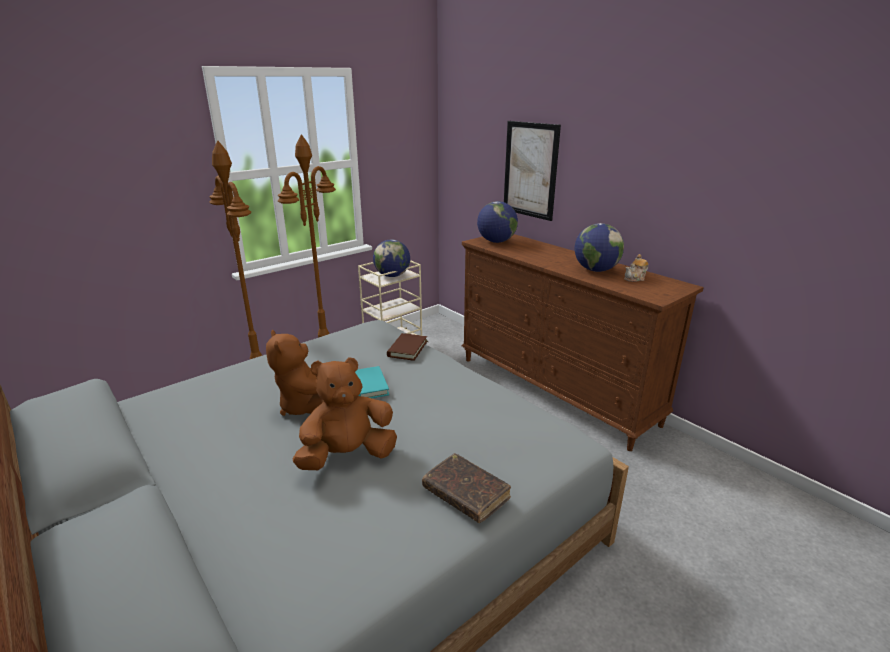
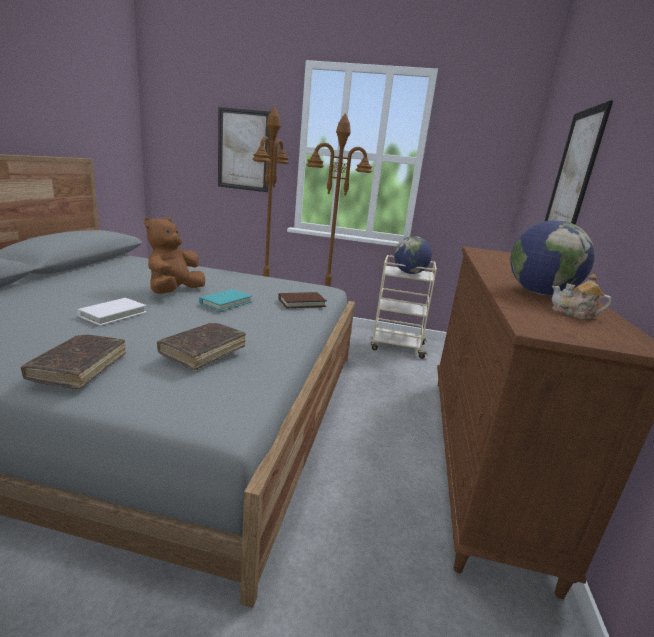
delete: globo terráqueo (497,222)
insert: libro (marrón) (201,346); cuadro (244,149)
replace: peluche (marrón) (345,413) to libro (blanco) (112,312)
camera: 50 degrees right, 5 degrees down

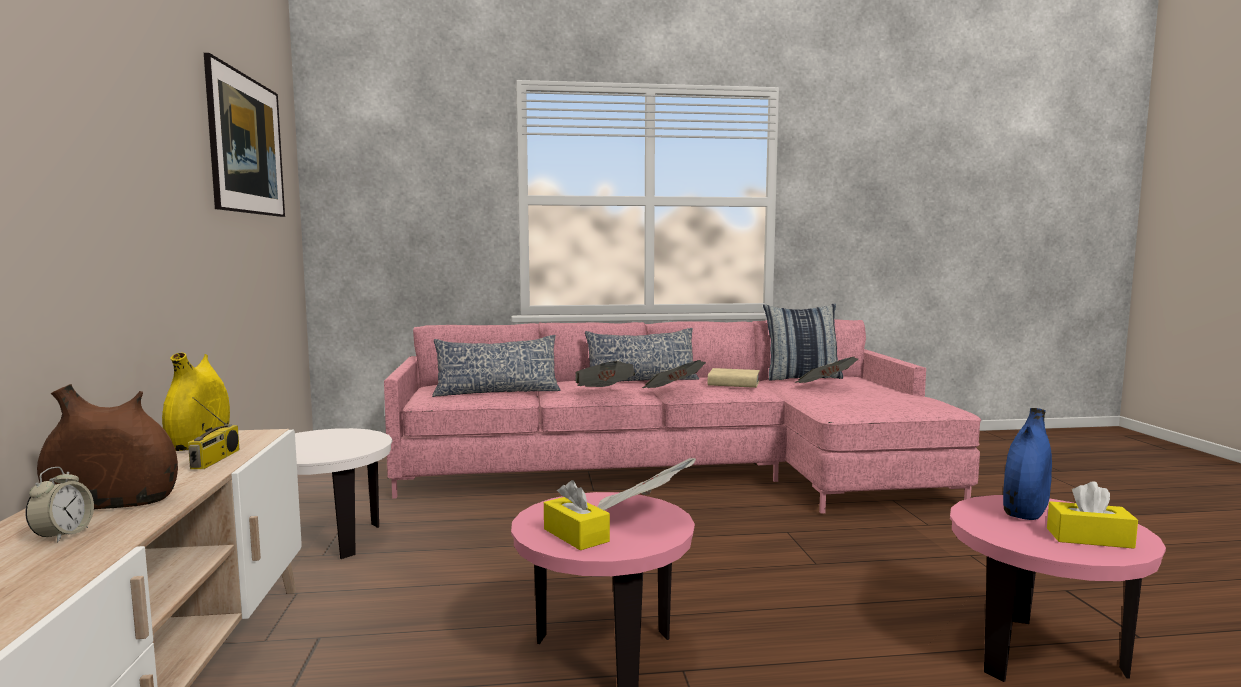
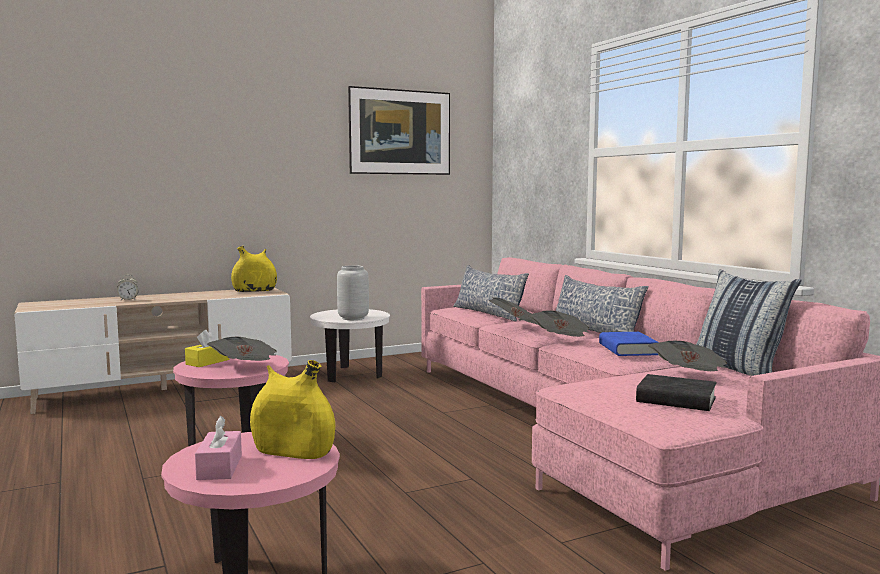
delete: florero (marrón) (107,446); radio (214,433)
insert: florero (gris) (353,292); libro (negro) (676,392)
recolor: libro (beis) (734,378) to libro (azul) (629,344); florero (azul) (1027,464) to florero (amarillo) (292,409); caja de pañuelos (amarillo) (1092,515) to caja de pañuelos (rosa) (218,448)
camera: 70 degrees right, 0 degrees up

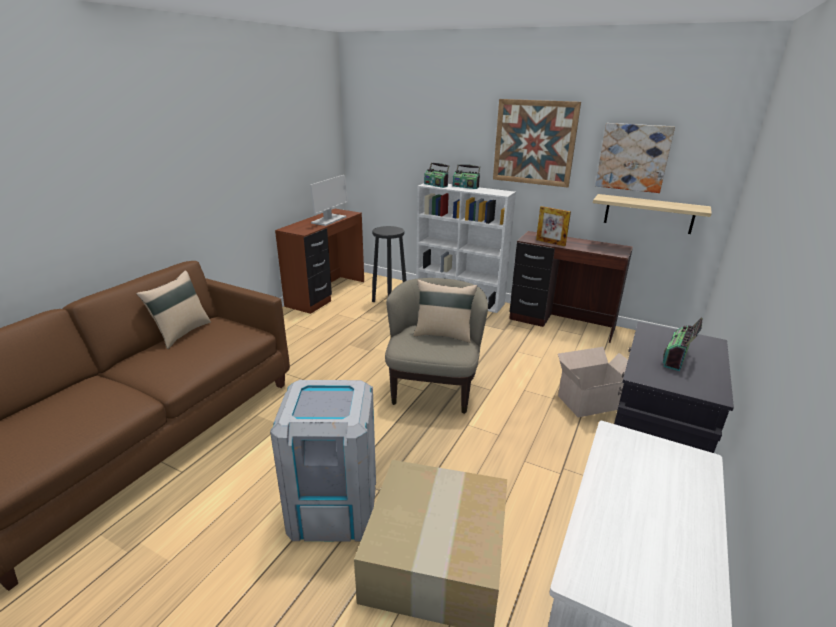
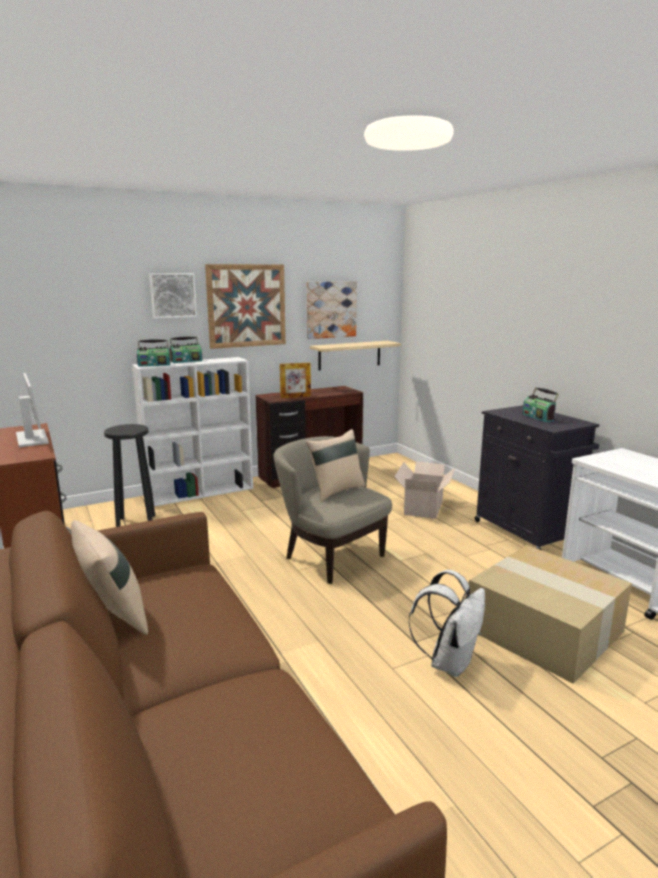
insert: cuadro (173,296)
replace: papelera (gris) (323,460) to mochila (blanco) (446,623)
camera: 55 degrees left, 10 degrees down

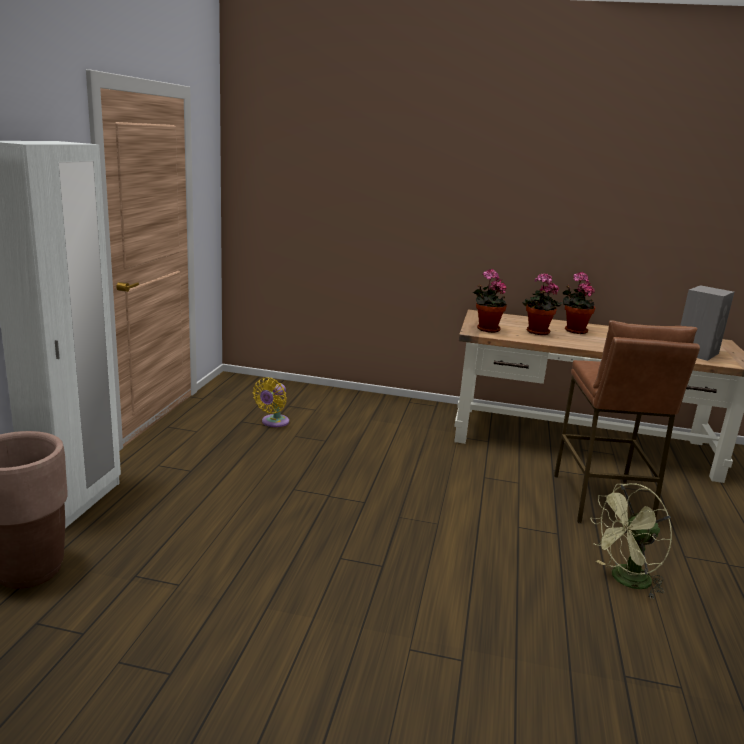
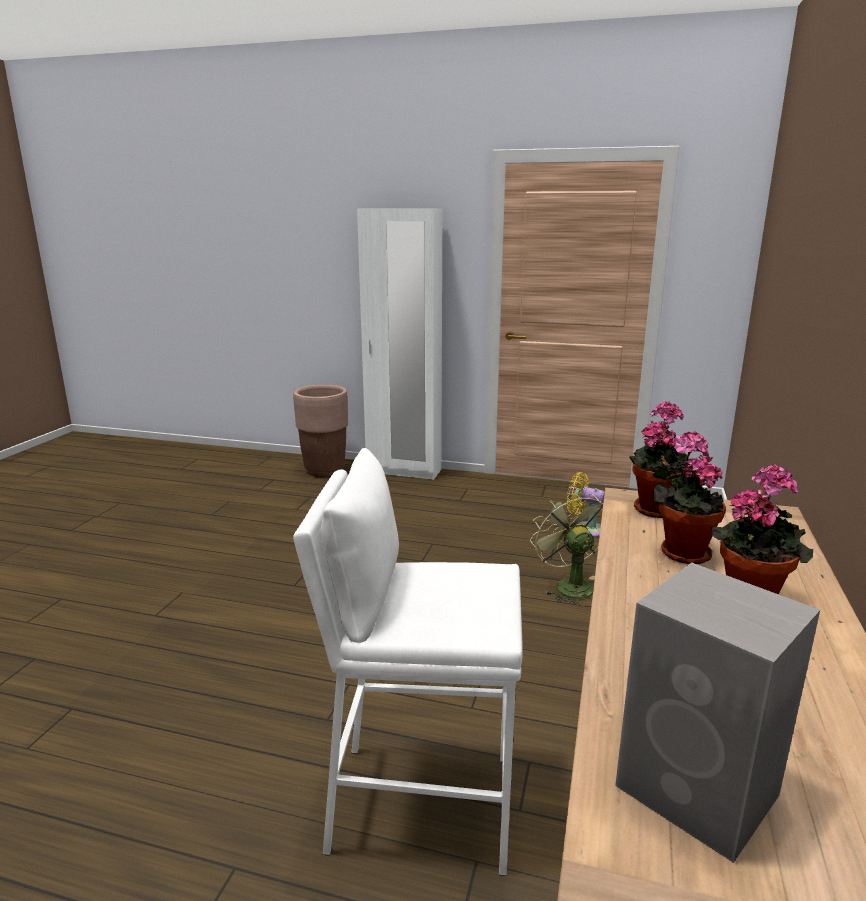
move: ventilador (verde) (631,540) to (566,548)
recolor: taburete (marrón) (627,421) to taburete (blanco) (408,662)
camera: 95 degrees right, 0 degrees up

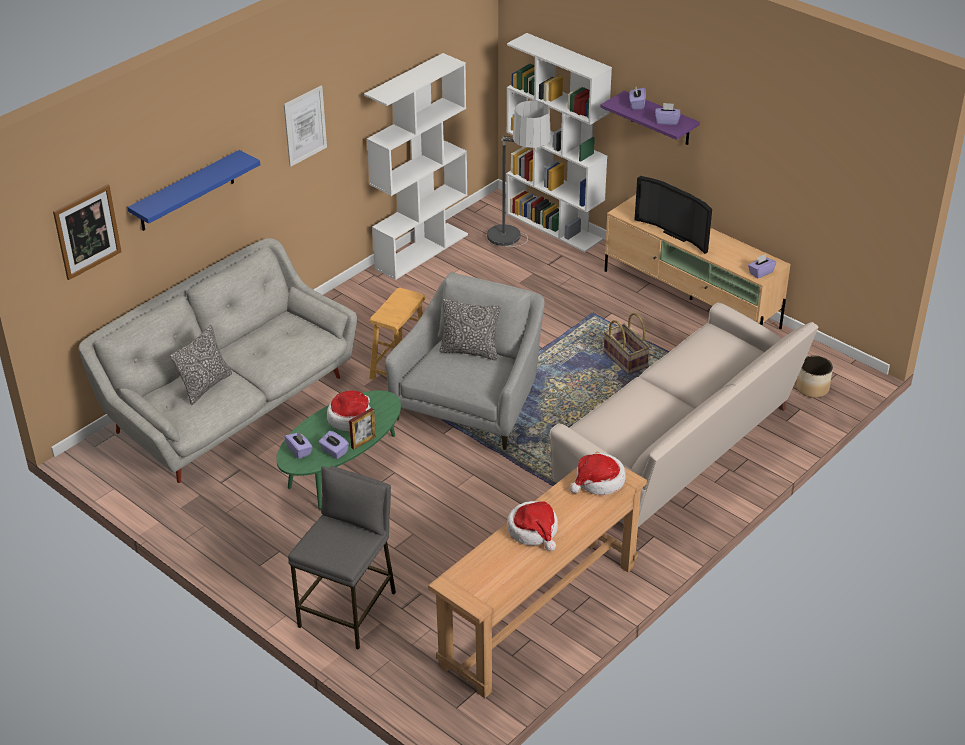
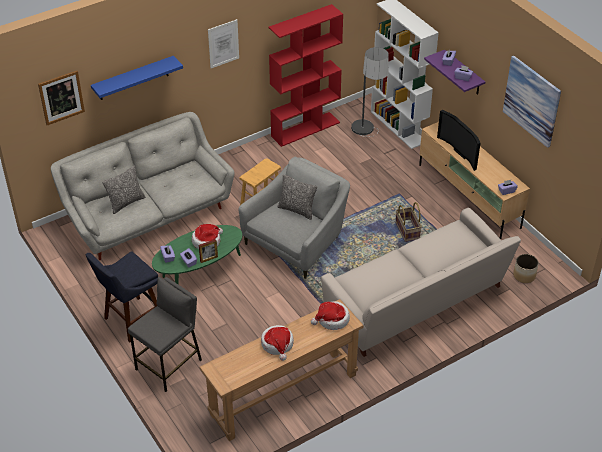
insert: taburete (azul) (122,297); cuadro (532,101)
recolor: estantería (blanco) (416,166) to estantería (rojo) (305,75)
camera: 15 degrees right, 5 degrees up

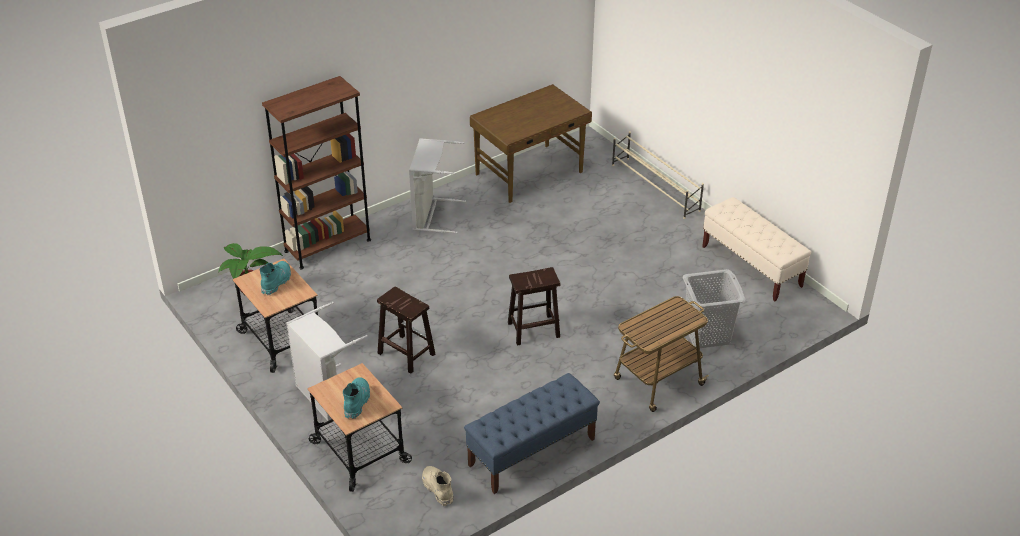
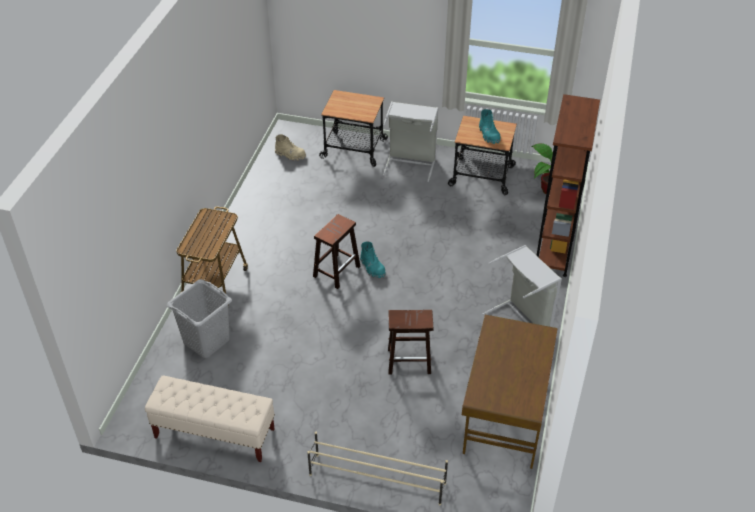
delete: banco (azul) (532,433)
move: bota (turquesa) (356,398) to (373,260); taburete (marrón) (406,330) to (410,342)
camera: 140 degrees right, 5 degrees up

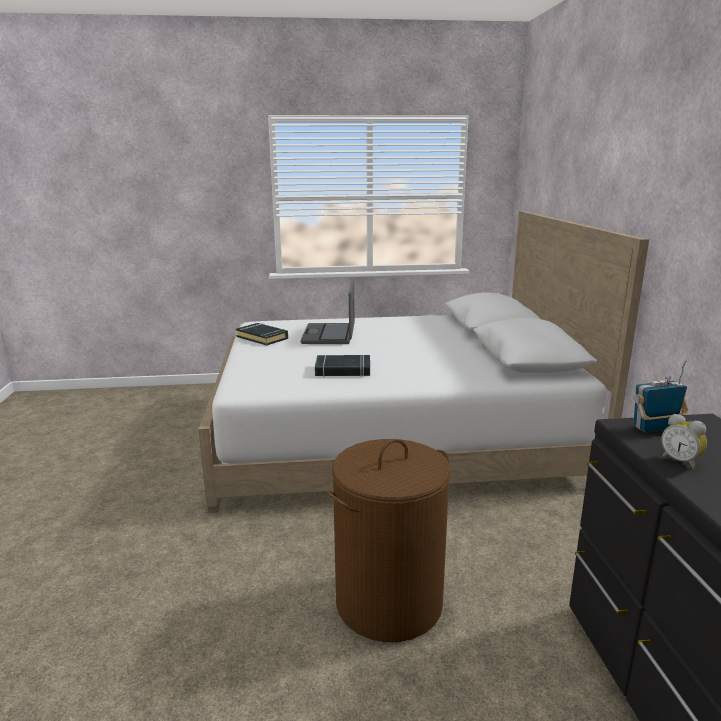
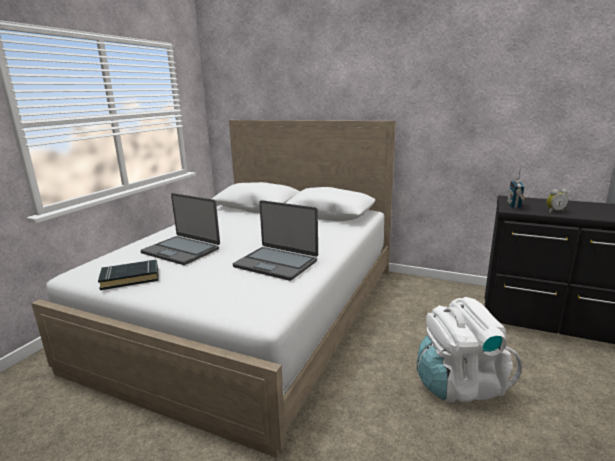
replace: libro (negro) (342,366) to portátil (275,240); cesto de la ropa (marrón) (389,540) to mochila (blanco) (469,349)
camera: 60 degrees left, 0 degrees up

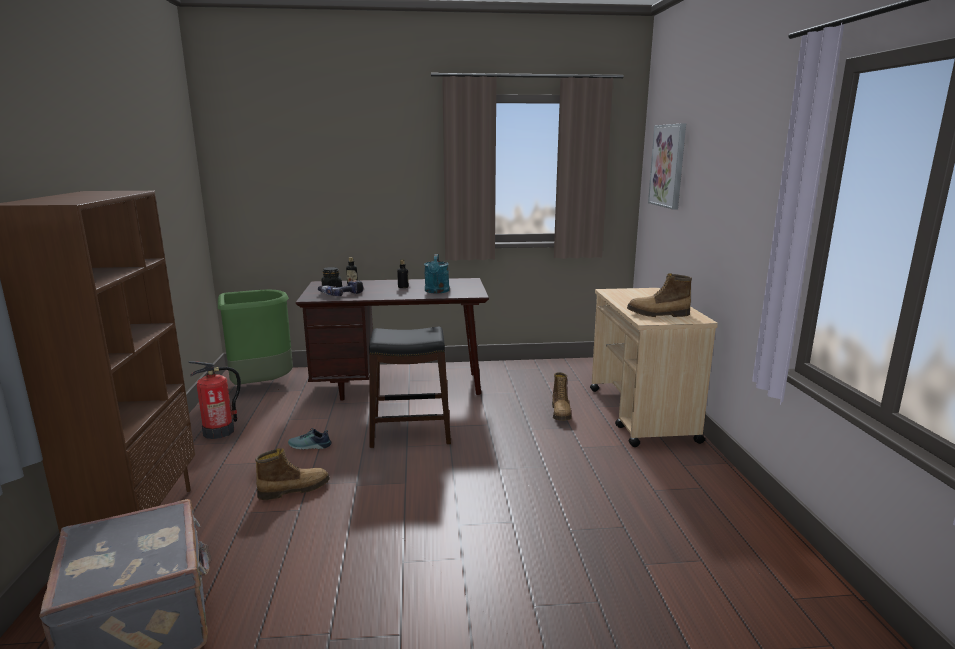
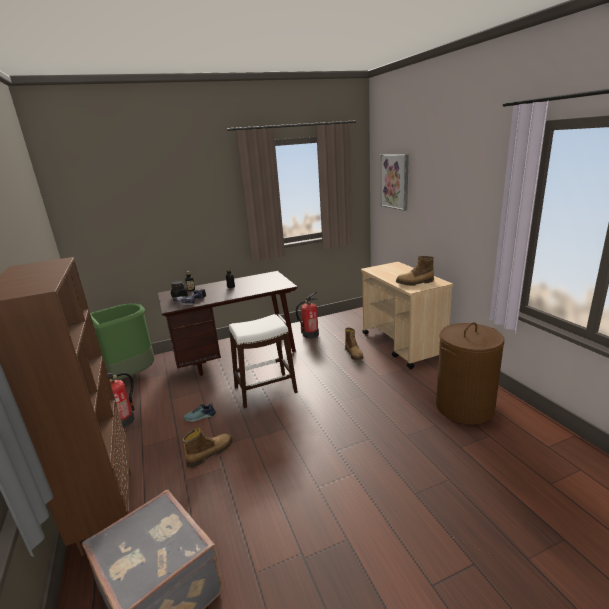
delete: regadera (turquesa) (437,273)
insert: extintor (307,315); cesto de la ropa (marrón) (470,373)
recolor: taburete (negro) (410,387) to taburete (blanco) (263,361)
camera: 15 degrees left, 5 degrees up

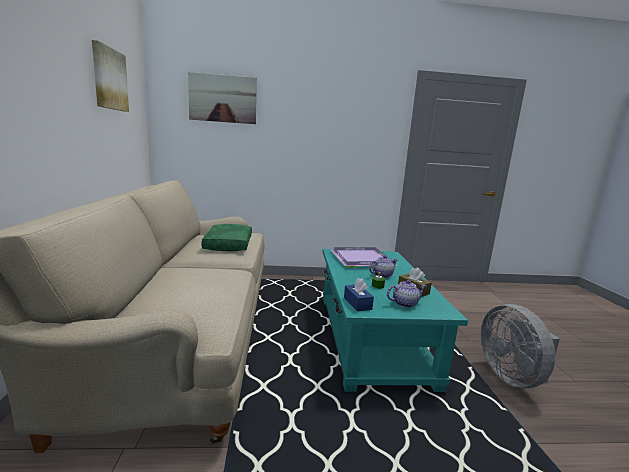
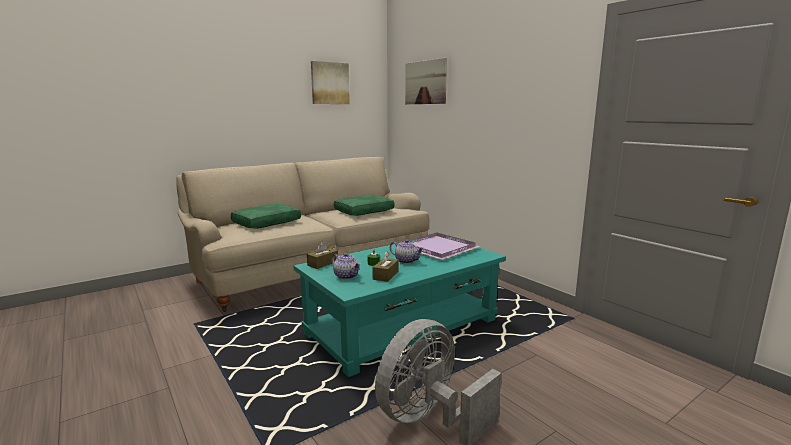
insert: cojín (verde) (266,216)
recolor: caja de pañuelos (azul) (359,294) to caja de pañuelos (marrón) (322,255)
camera: 60 degrees right, 0 degrees up

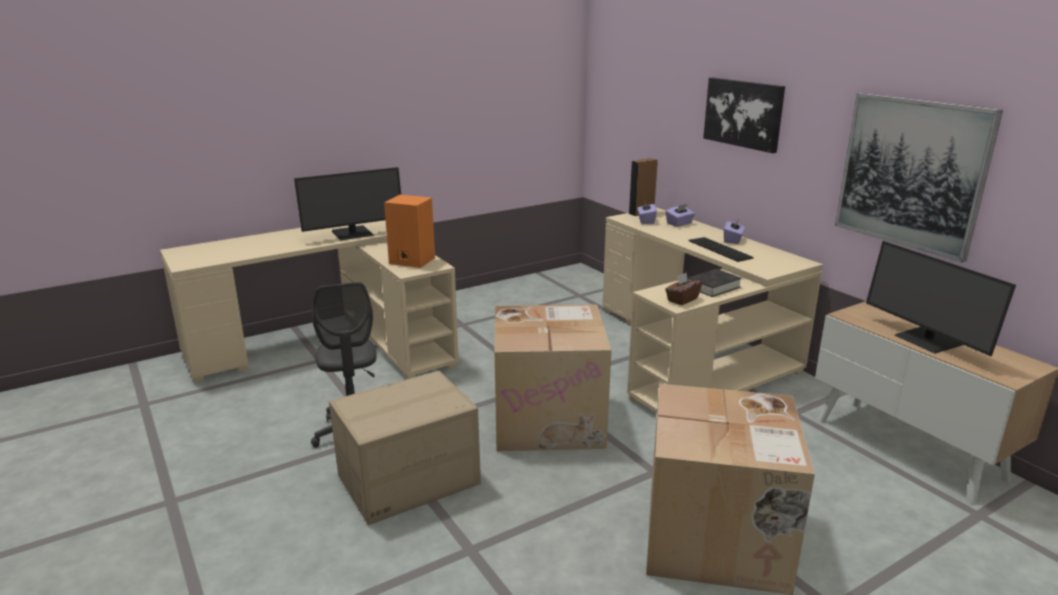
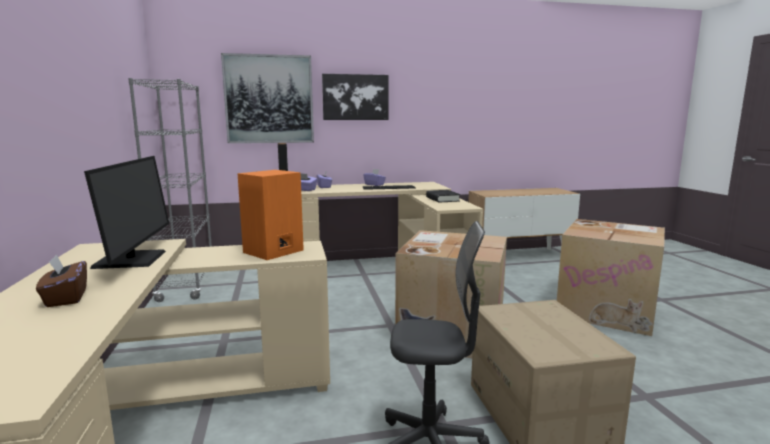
delete: monitor (941,298)
insert: estantería (gris) (170,190)
move: caja de pañuelos (marrón) (683,288) to (61,280); cuadro (919,177) to (267,98)
camera: 70 degrees left, 10 degrees down

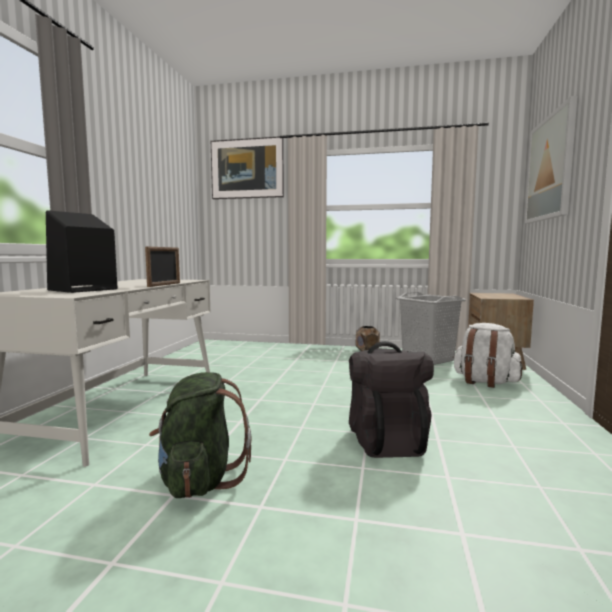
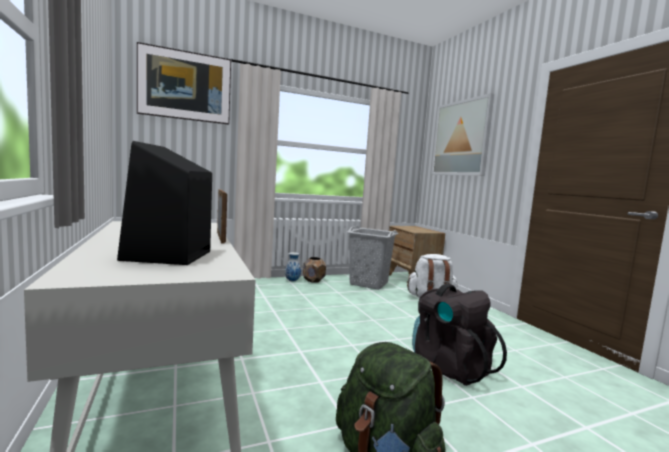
insert: florero (293,267)
camera: 35 degrees left, 0 degrees up

